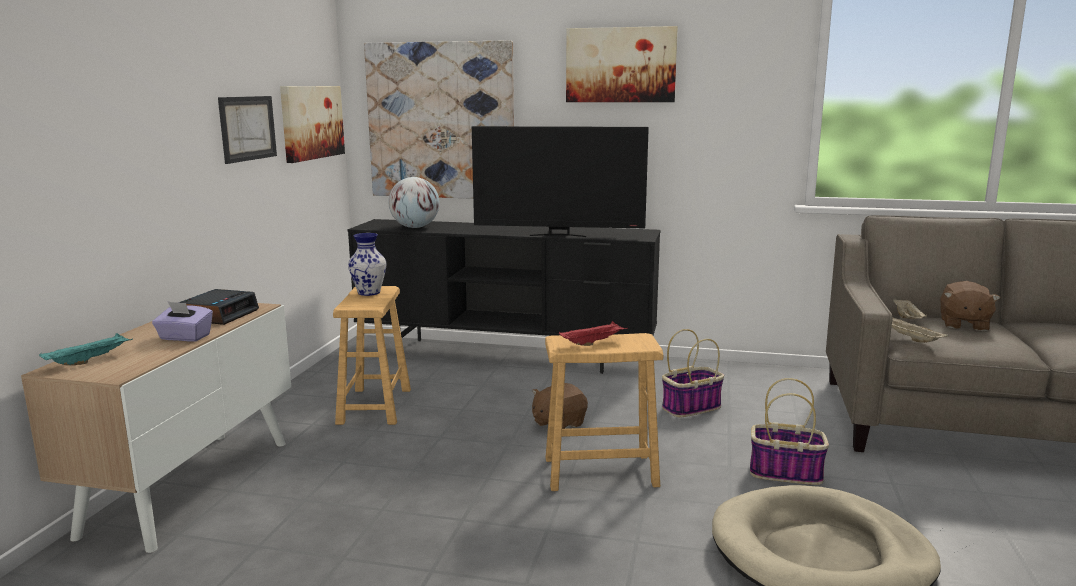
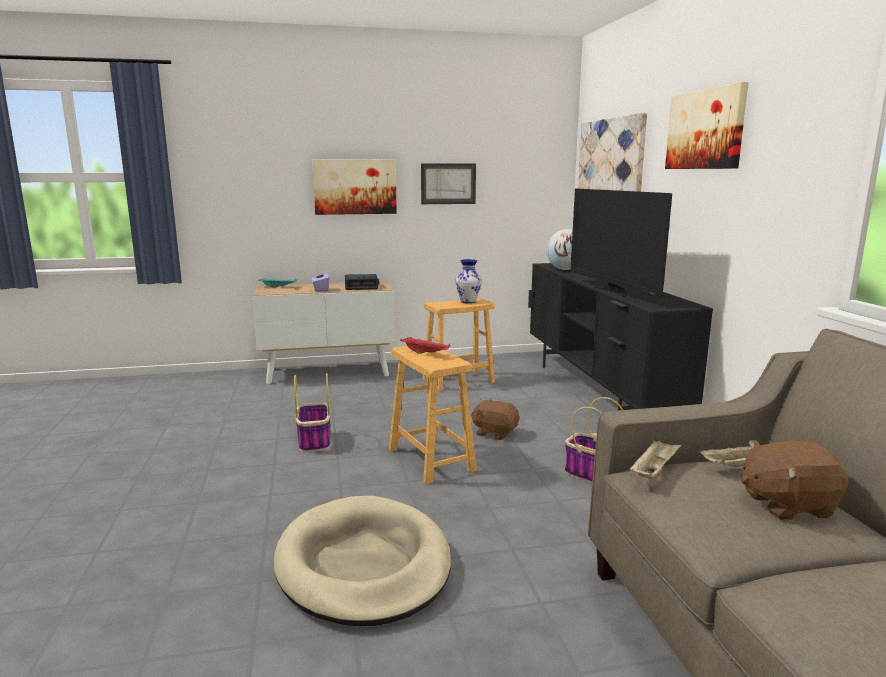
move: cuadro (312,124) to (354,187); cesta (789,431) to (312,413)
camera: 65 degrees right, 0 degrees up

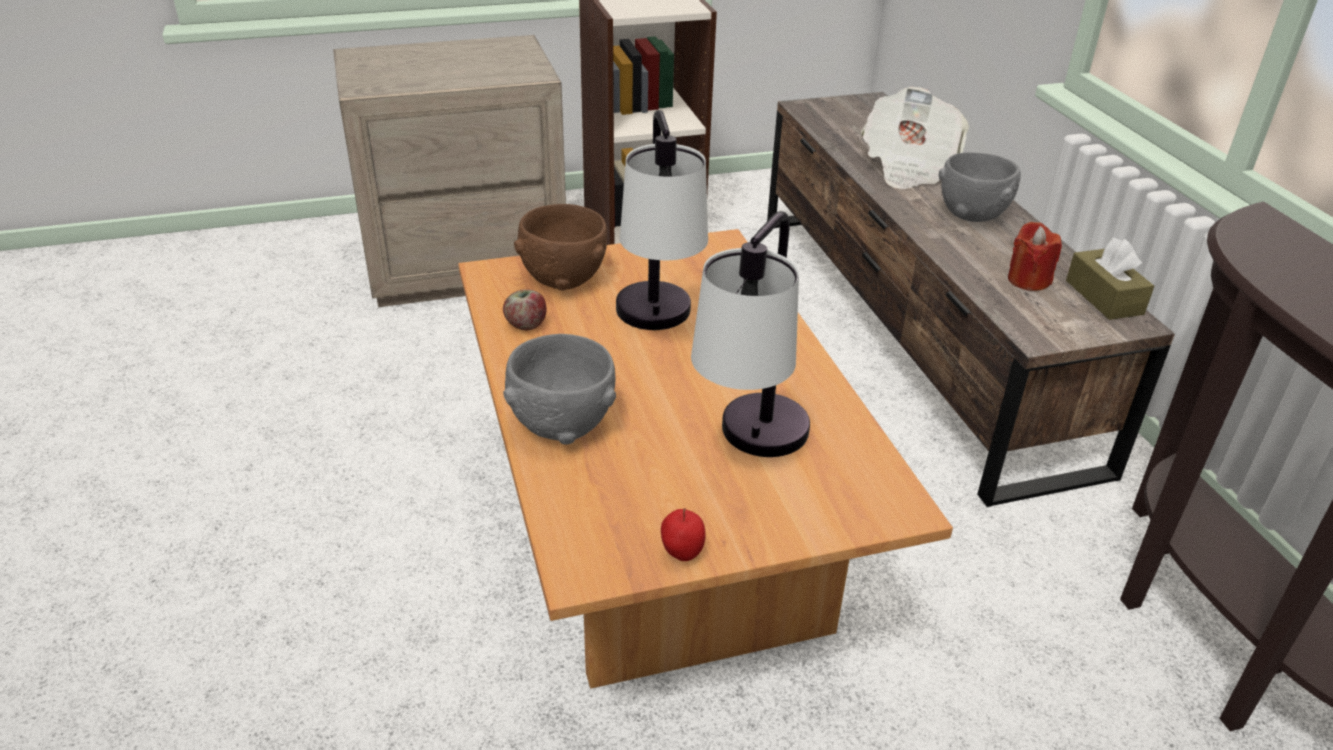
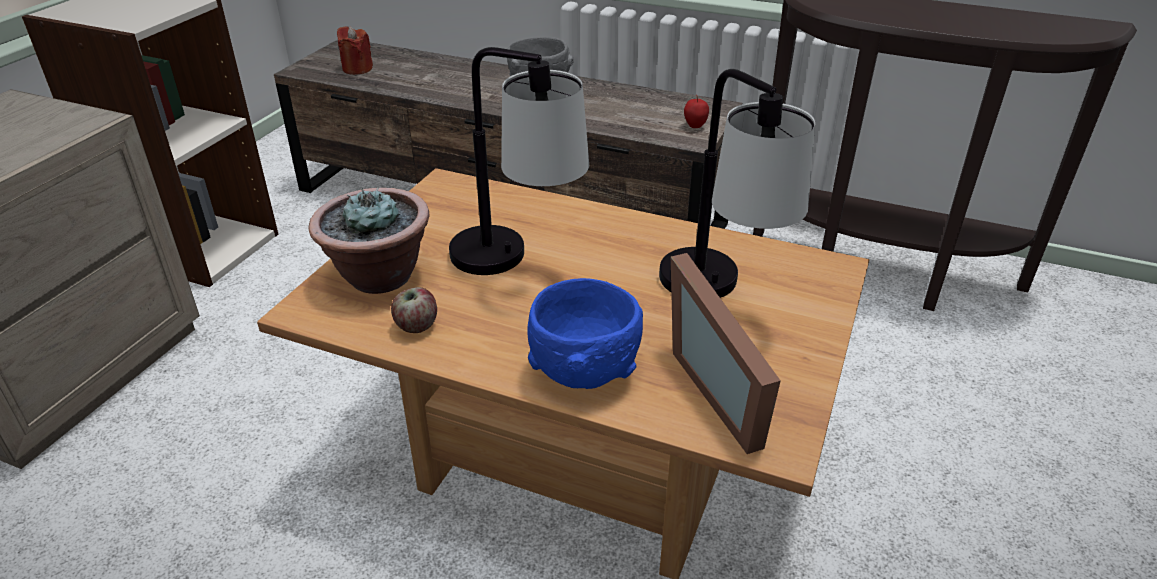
delete: periódico (915,138); caja de pañuelos (marrón) (1110,279)
insert: portarretratos (726,353)
move: manzana (683,534) to (696,111); vela (rojo) (1035,256) to (355,50)
replace: cuenco (marrón) (560,247) to planta en maceta (369,240)
recolor: cuenco (gris) (559,389) to cuenco (azul) (585,333)
camera: 50 degrees left, 0 degrees up

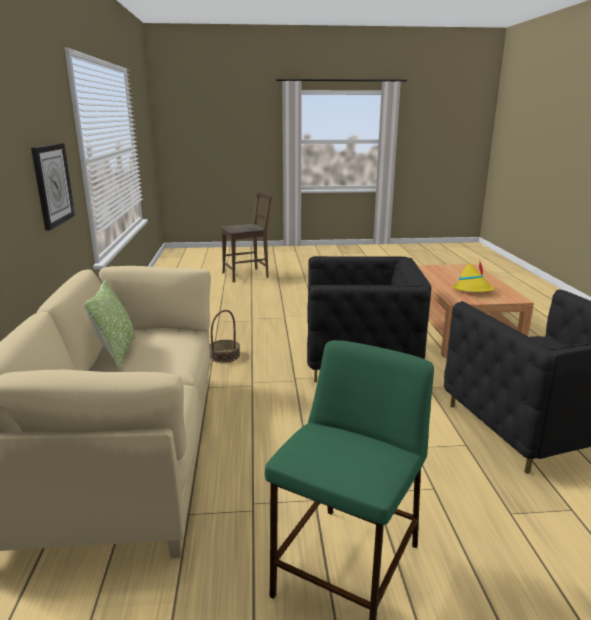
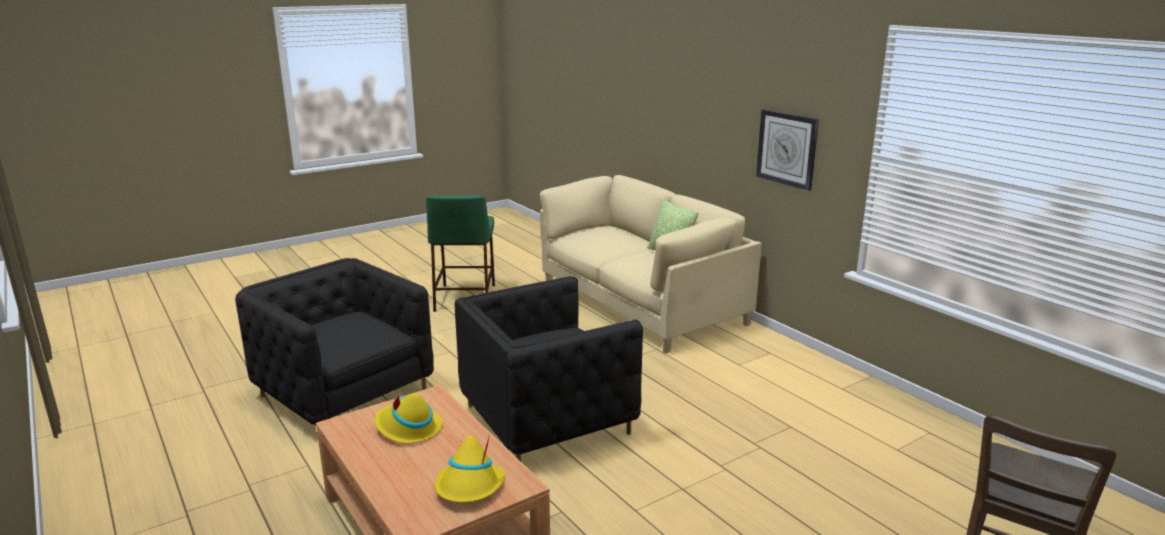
delete: cesta (225,336)
insert: sombrero (amarillo) (470,468)
camera: 150 degrees right, 0 degrees up

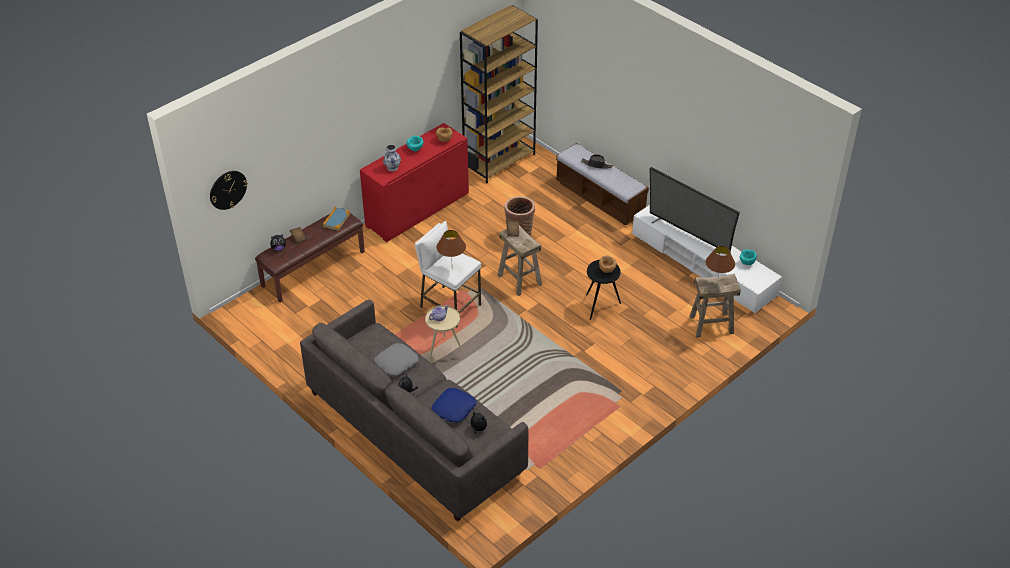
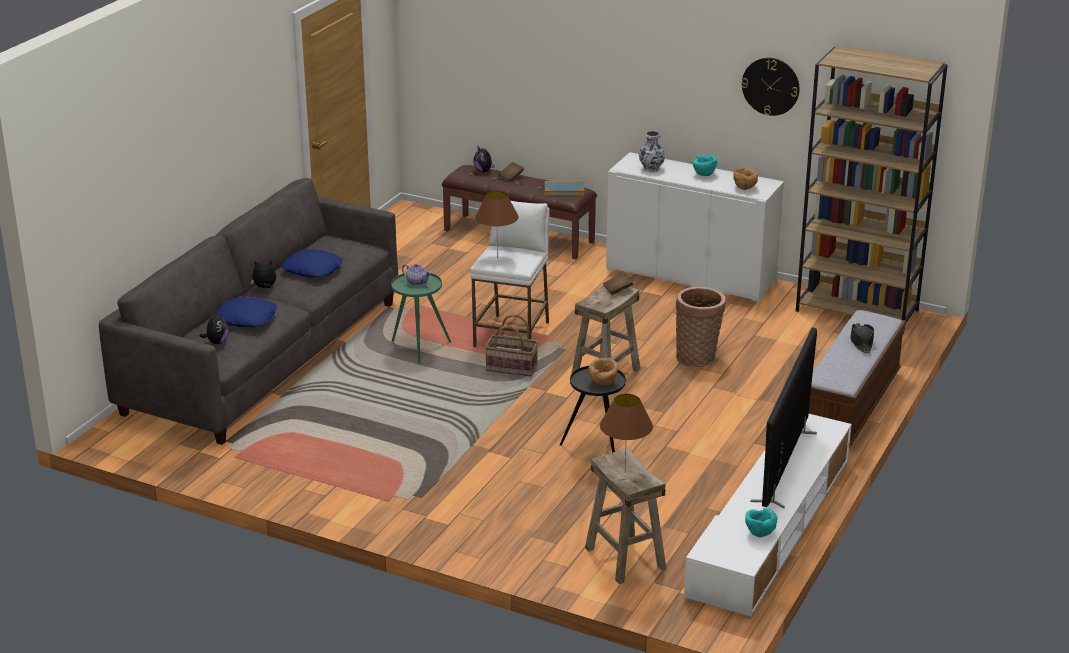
insert: cesta (511,345)
move: reloj de pared (229,190) to (770,87)
recolor: armario (rojo) (414,182) to armario (blanco) (695,227); cojín (gris) (396,359) to cojín (azul) (312,263); mesa auxiliar (beis) (445,333) to mesa auxiliar (verde) (421,318)
camera: 70 degrees right, 15 degrees down

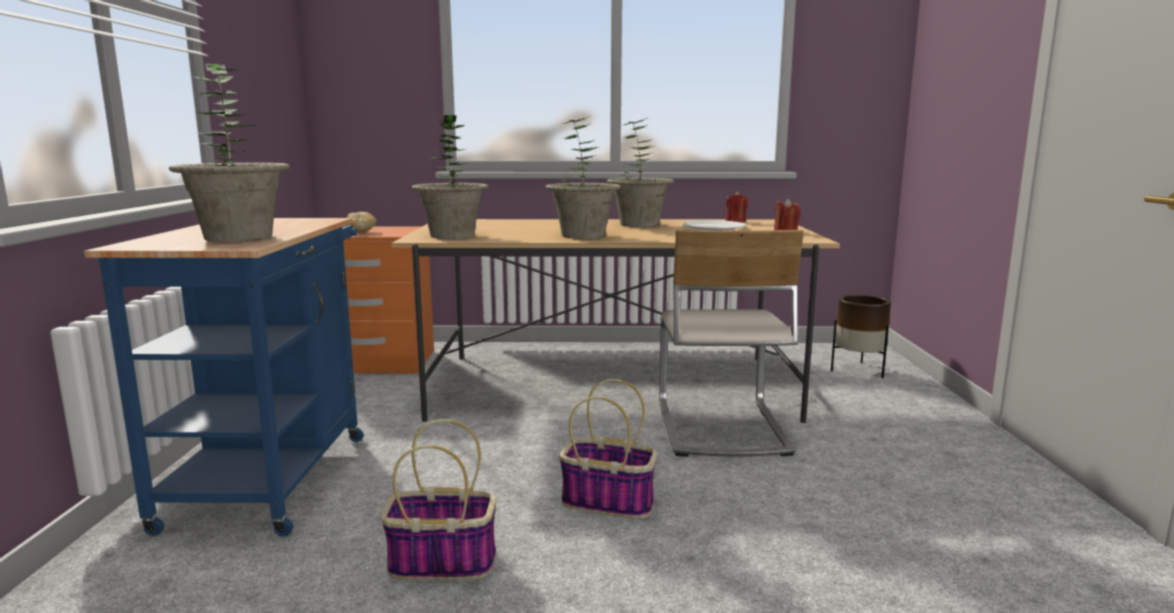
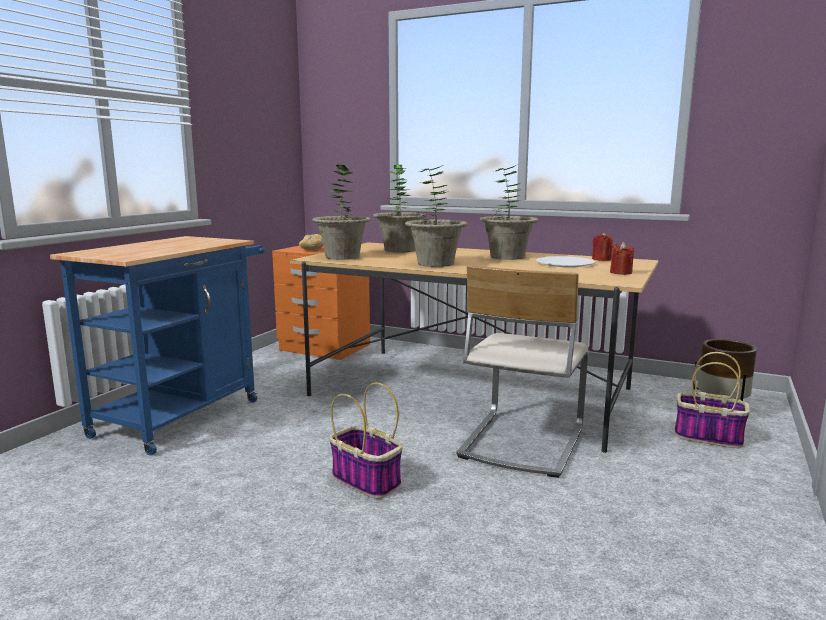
move: planta en maceta (229,153) to (400,209); cesta (439,499) to (712,400)
camera: 25 degrees right, 0 degrees up

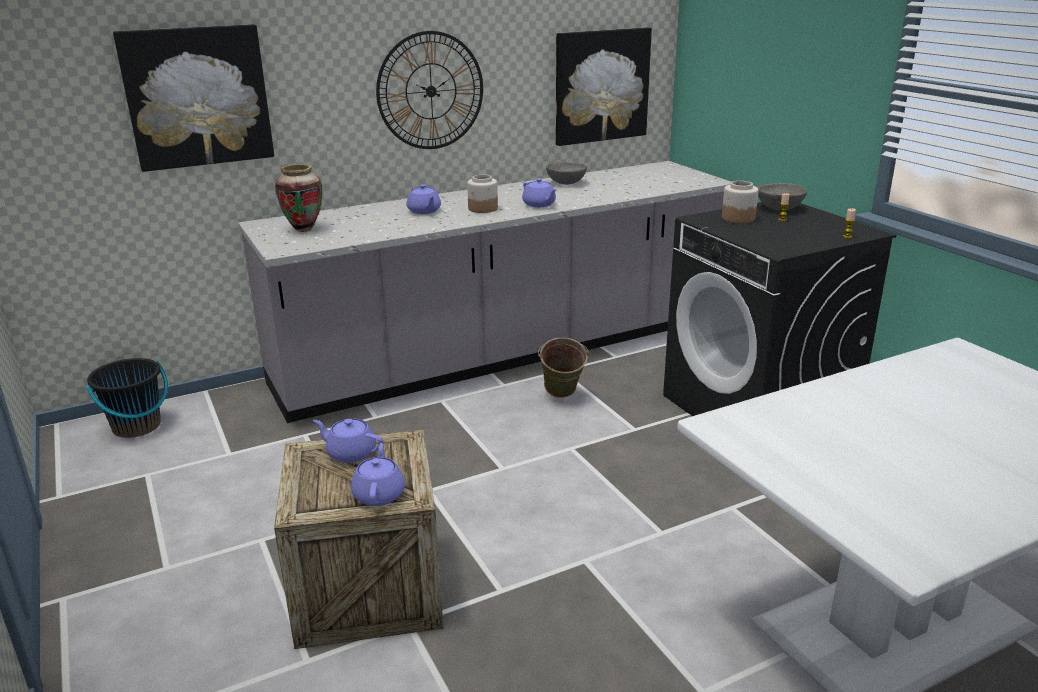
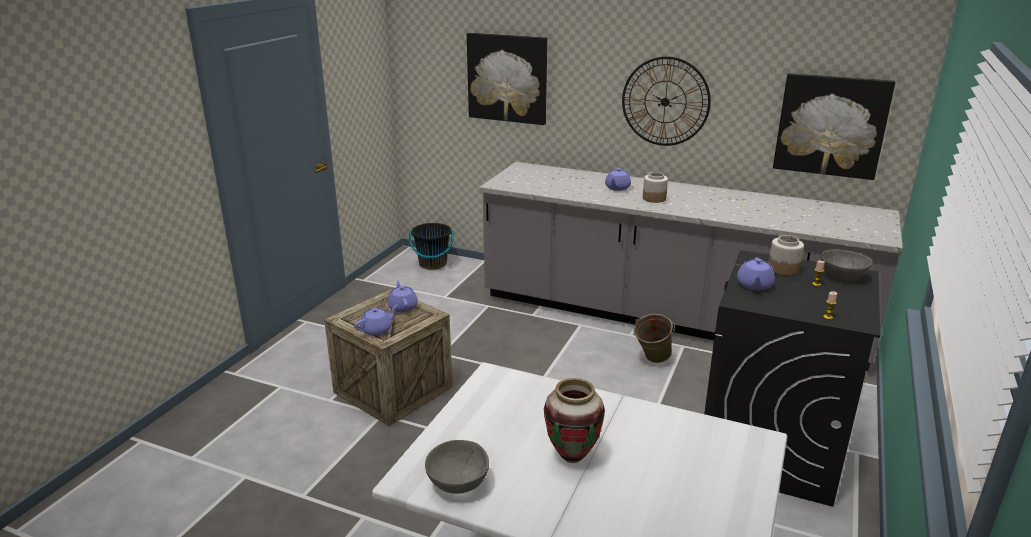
move: florero (298,198) to (574,420); tetera (morado) (539,192) to (756,273); cuenco (gris) (566,173) to (457,467)
camera: 50 degrees right, 0 degrees up

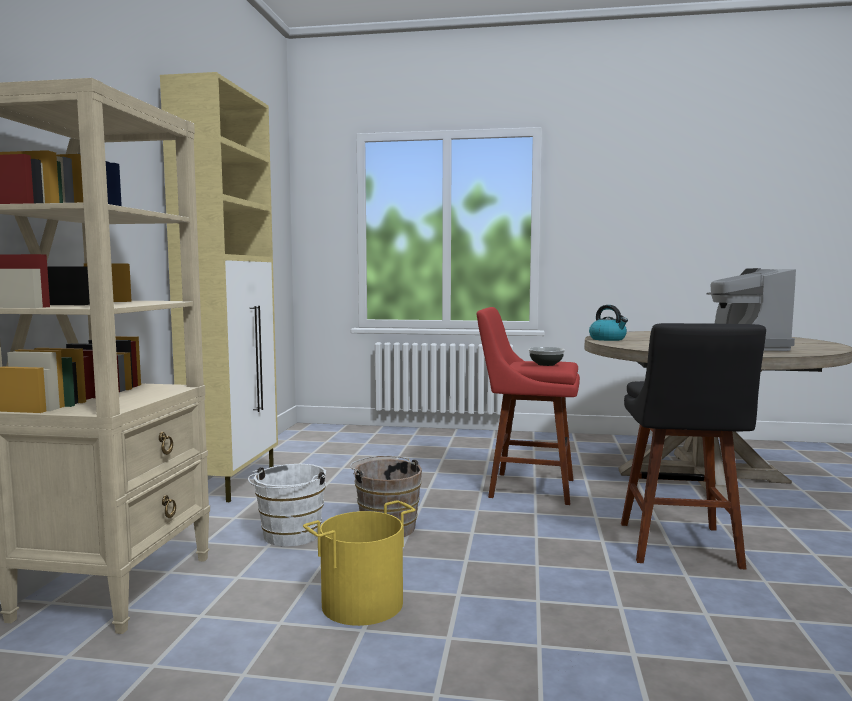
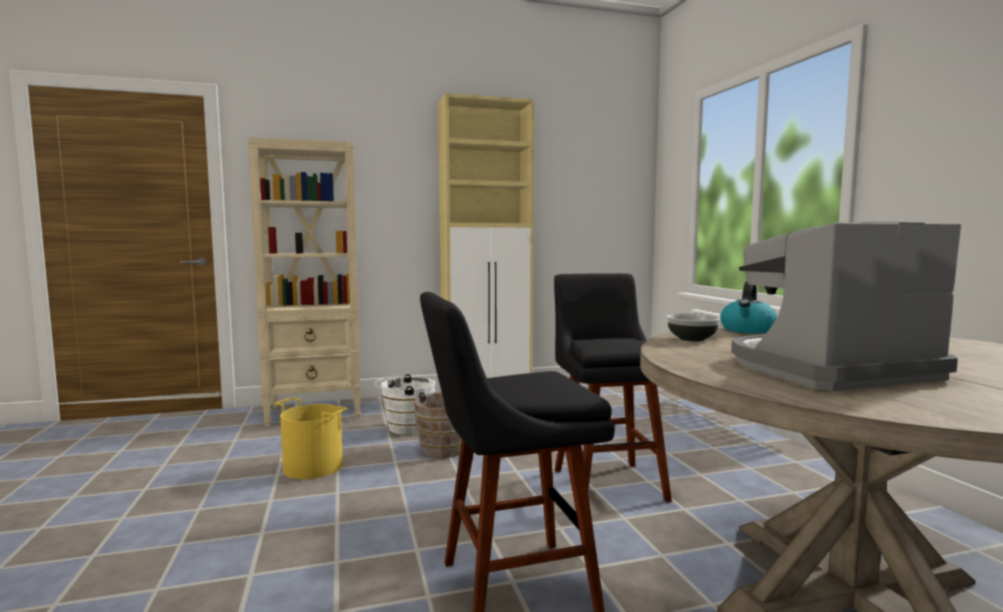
move: cuenco (546,356) to (693,327)
recolor: taburete (rojo) (528,406) to taburete (negro) (613,387)
camera: 65 degrees right, 0 degrees up

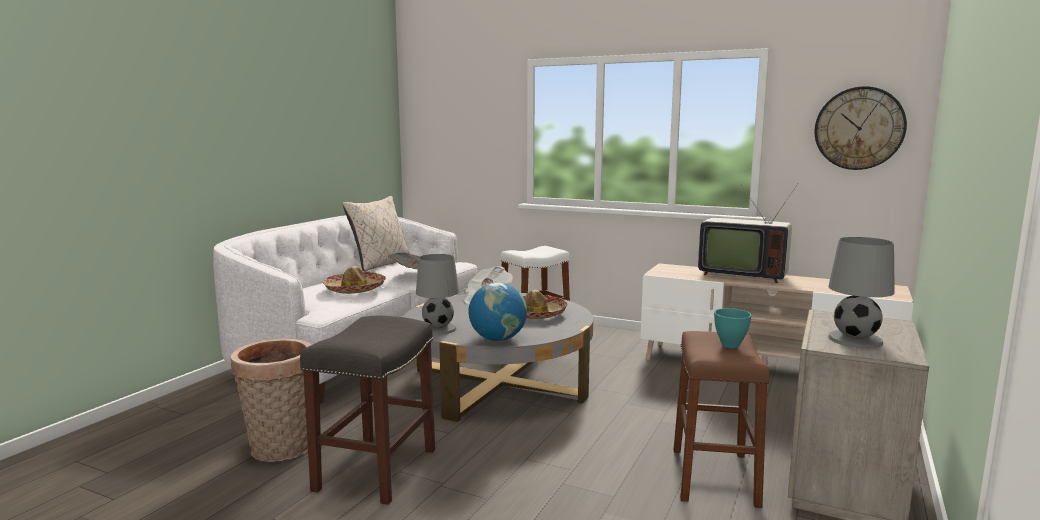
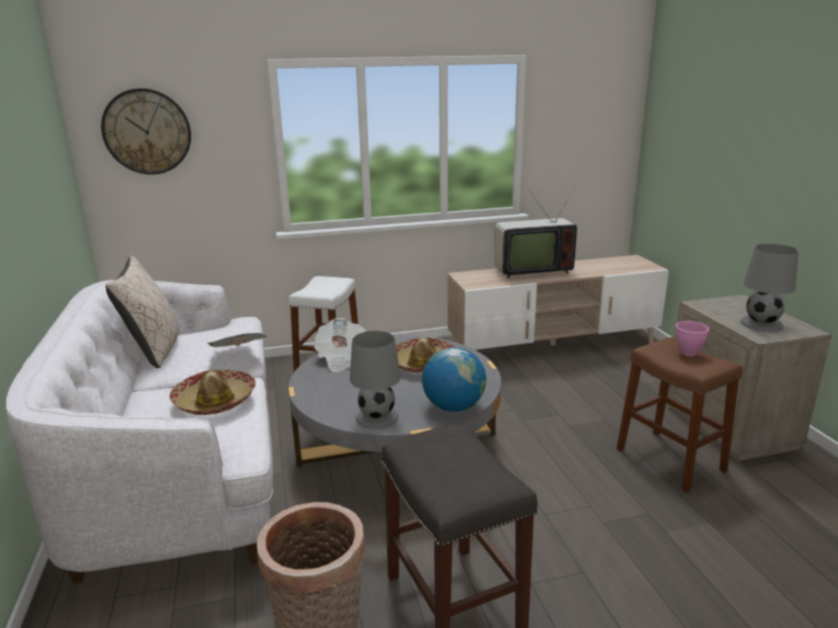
move: reloj de pared (861,128) to (146,131)
recolor: cuenco (turquesa) (733,328) to cuenco (rosa) (692,338)
camera: 40 degrees left, 10 degrees up

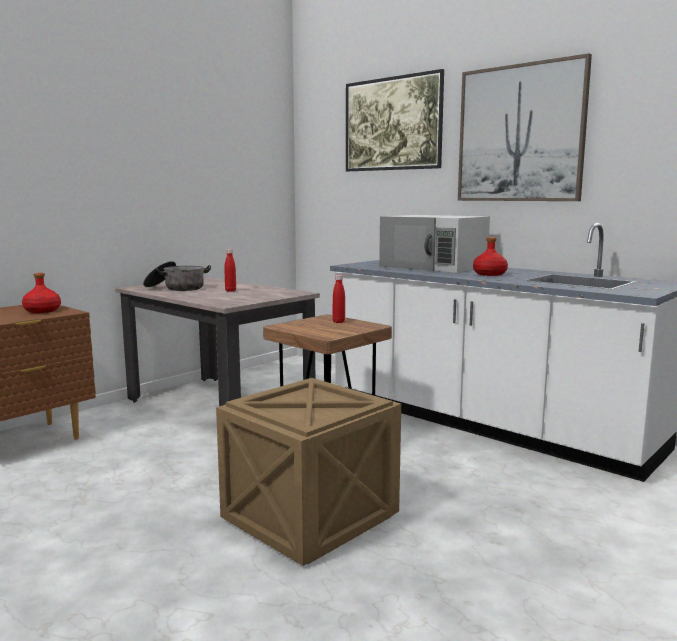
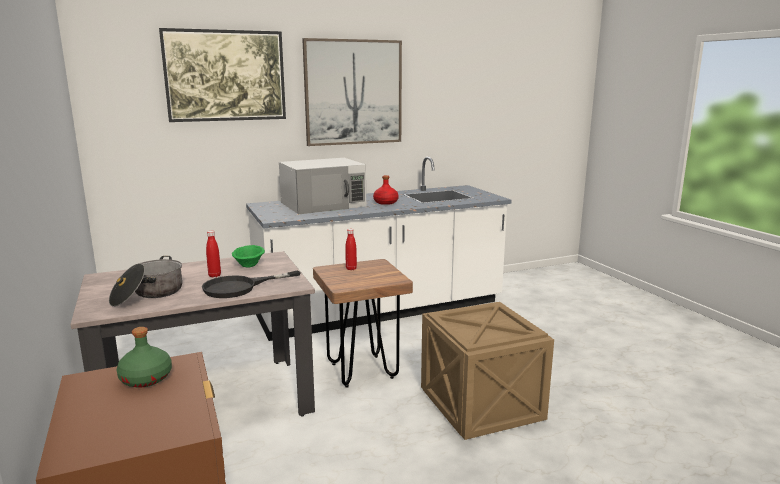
insert: sartén (negro) (251,284); cuenco (verde) (248,256)
recolor: botella (rojo) (41,293) to botella (verde) (144,357)
camera: 65 degrees left, 5 degrees up

